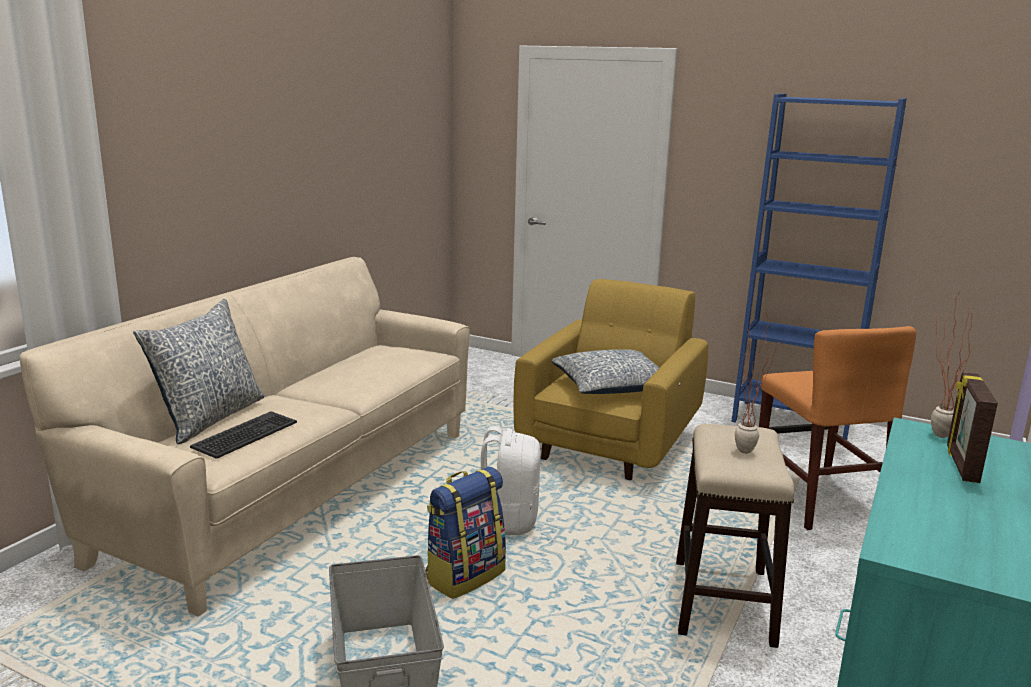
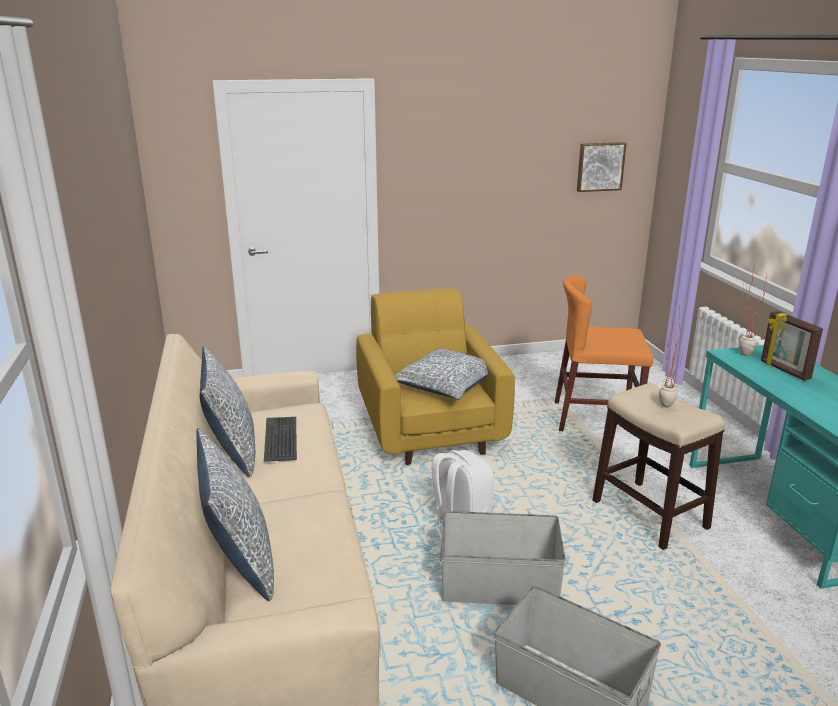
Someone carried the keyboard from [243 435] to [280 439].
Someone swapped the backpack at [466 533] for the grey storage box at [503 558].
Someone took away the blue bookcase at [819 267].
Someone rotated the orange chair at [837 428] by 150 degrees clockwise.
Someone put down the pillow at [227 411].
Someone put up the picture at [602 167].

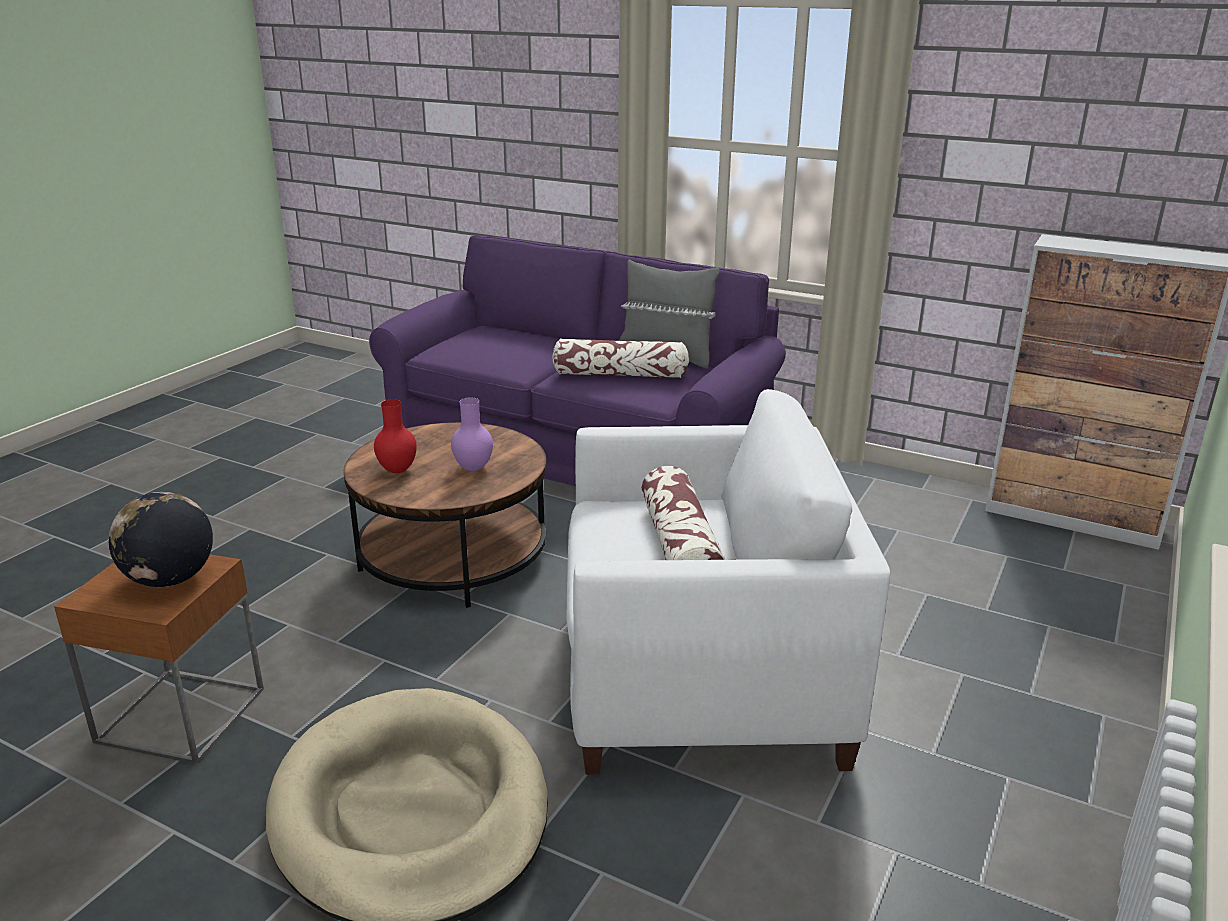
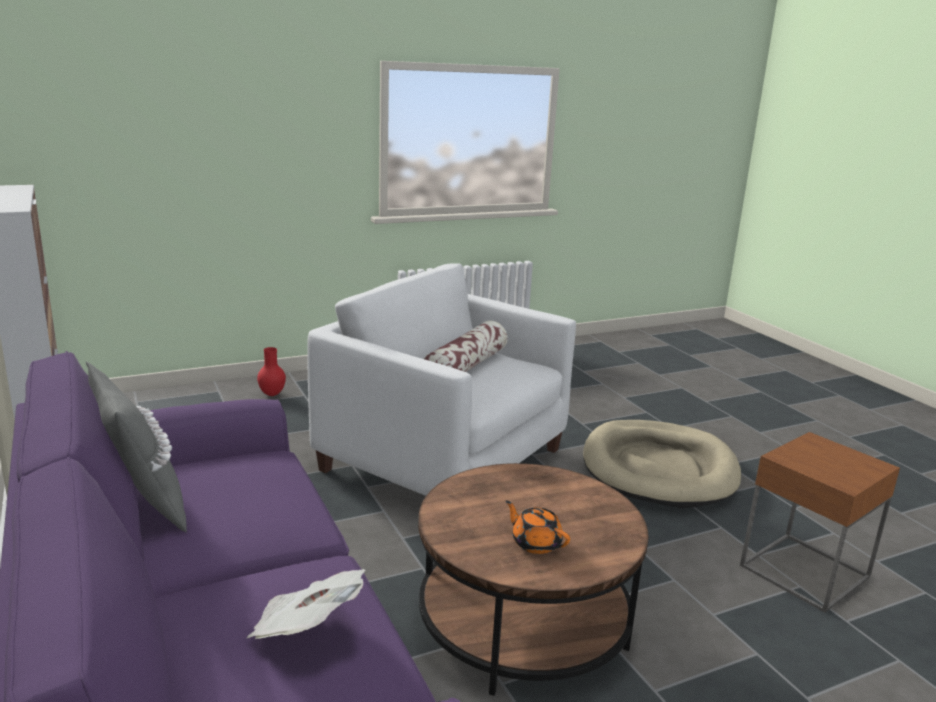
Someone took away the globe at [161 539].
Someone carried the red vase from [395 436] to [271 371].
Someone took away the purple vase at [472 434].
Someone took away the pillow at [620 358].
Someone put down the newspaper at [306 604].
Someone put down the orange teapot at [537 527].

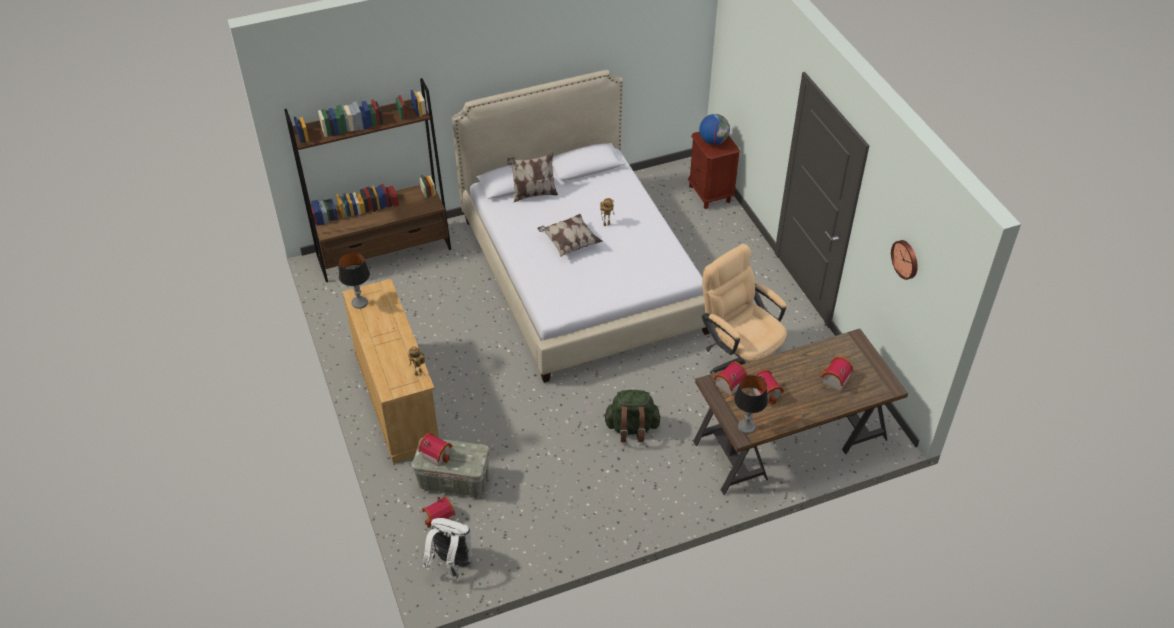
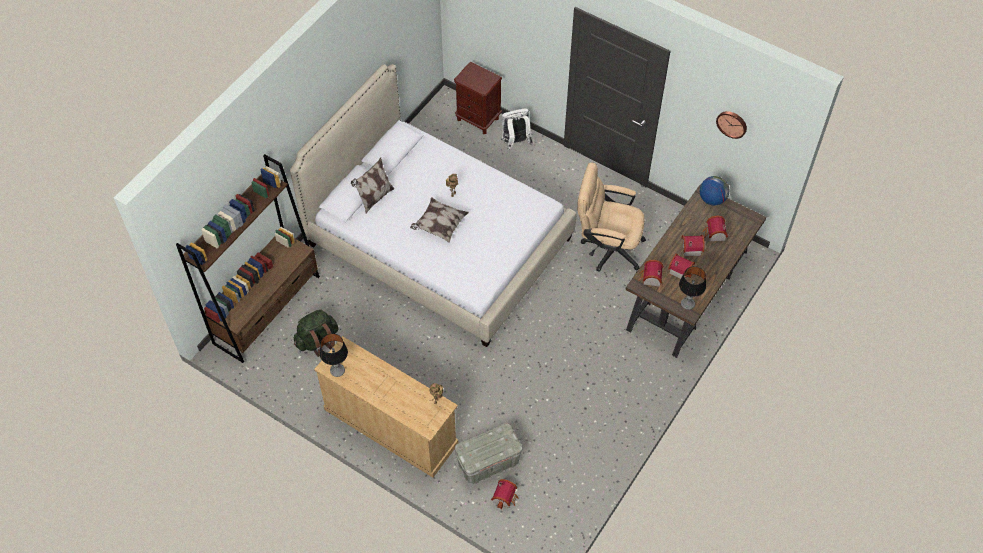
Someone carried the toy house from [435 449] to [693 246].
Someone carried the white backpack from [447 549] to [517 129].
Someone carried the green backpack from [632 416] to [316 333].
Someone carried the globe from [714 129] to [715 191].

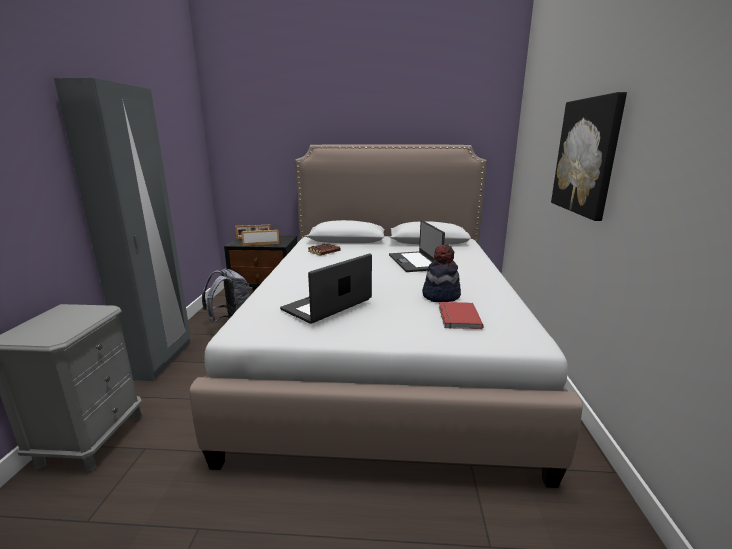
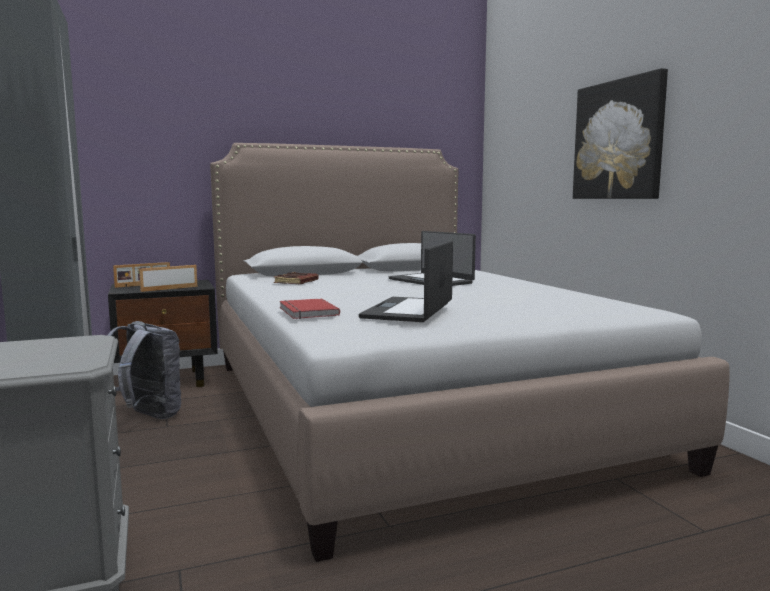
Someone took away the hat at [441 273].
Someone carried the red book from [461 315] to [309 308].

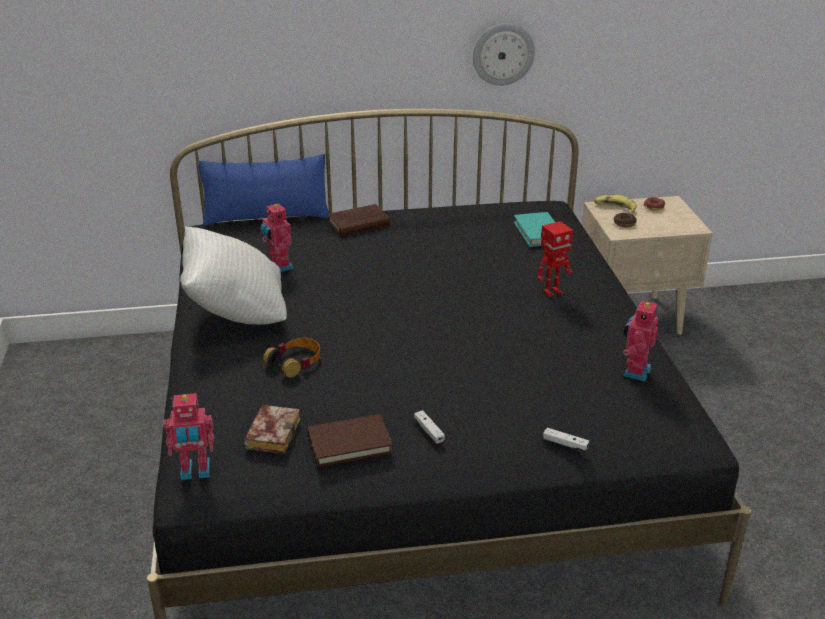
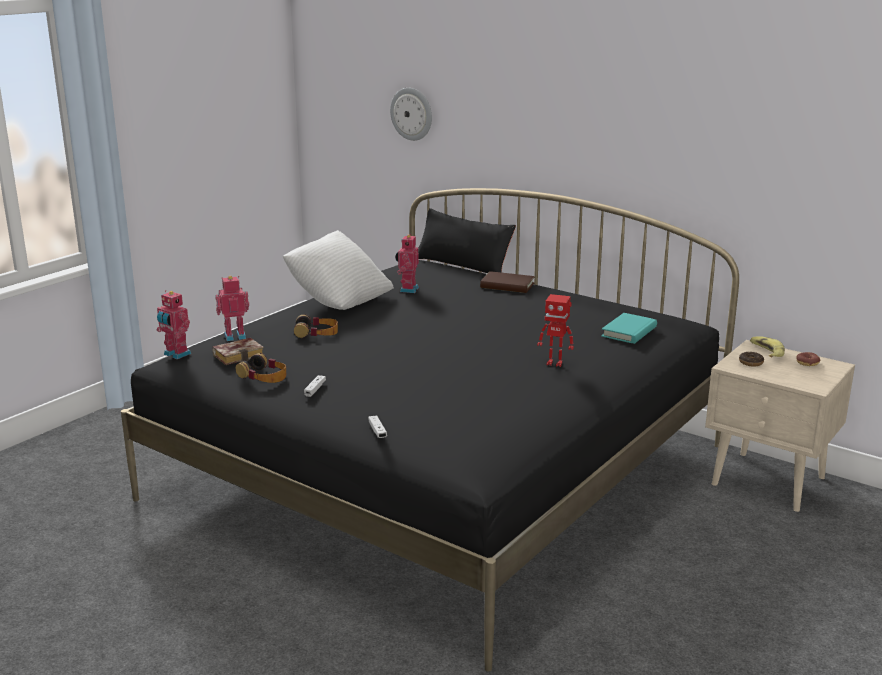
Someone repainted the blue pillow at [264 190], which became the black pillow at [467 240].
Someone swapped the brown book at [350 440] for the headphones at [261 368].
Someone carried the wall clock from [504 54] to [411 114].
Someone carried the toy robot from [641 340] to [232 308].

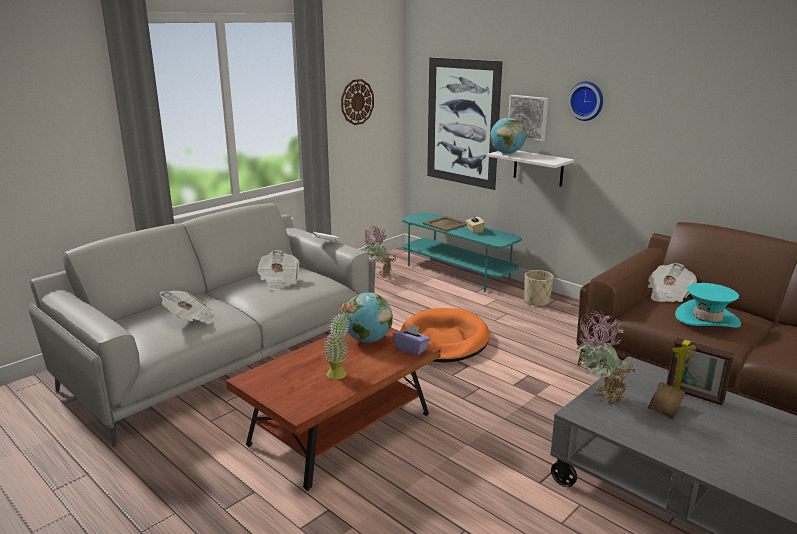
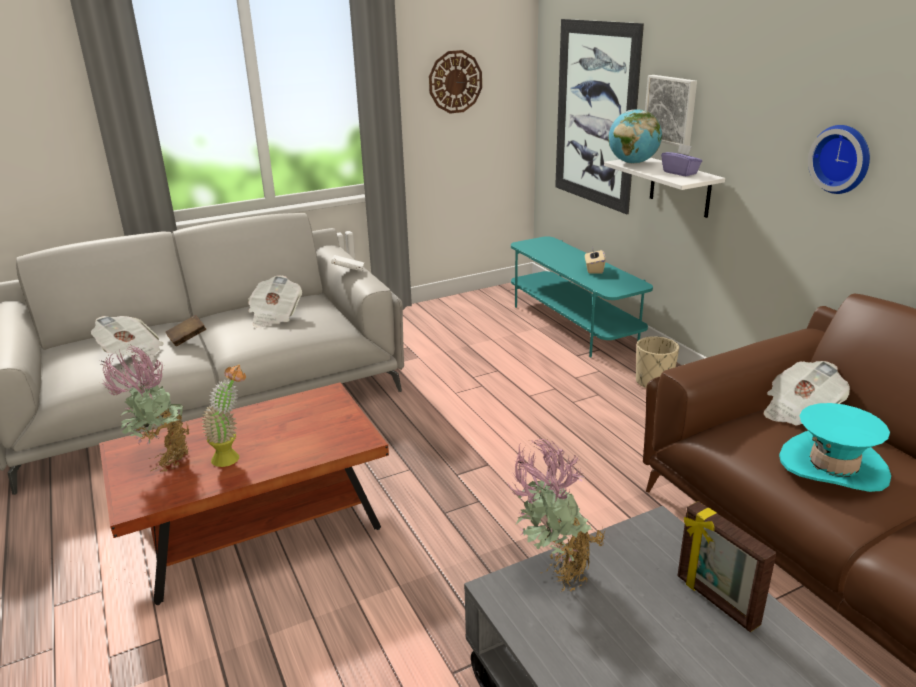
Someone took away the globe at [368 317].
Someone carried the potted plant from [379 251] to [144 408].
Someone carried the purple tissue box from [411 339] to [681 160].
Someone took away the orange dog bed at [445 335].
Someone took away the beige tray at [444 224].
Someone carried the wall clock from [585 101] to [839 159].
Someone carried the brown book from [666 400] to [185 330].

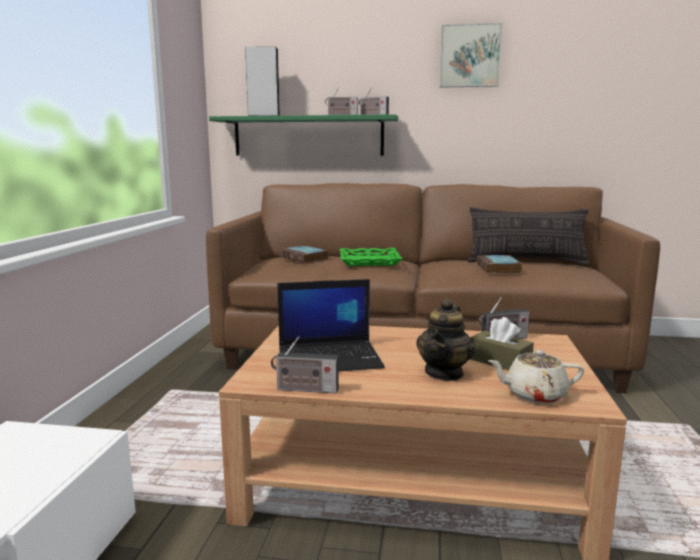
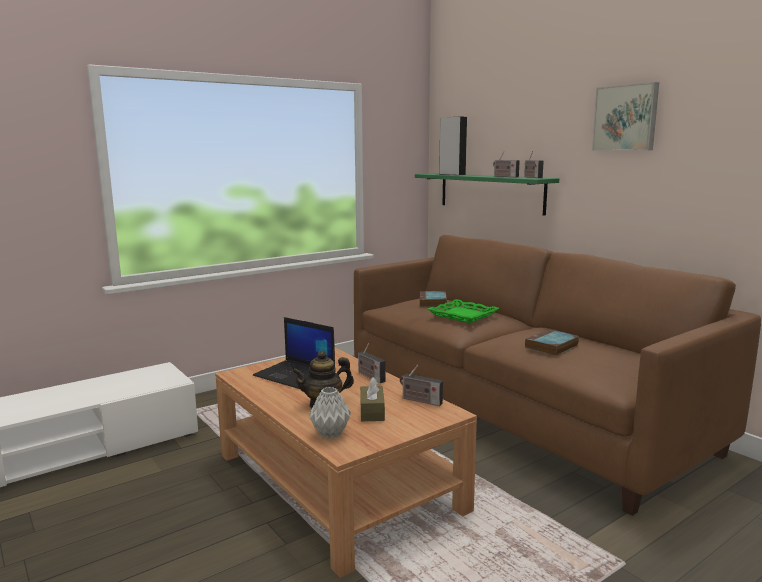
Someone carried the radio from [305 365] to [371 363].
Someone took away the pillow at [529 236].
Someone swapped the beige teapot at [536 377] for the grey vase at [330 413].

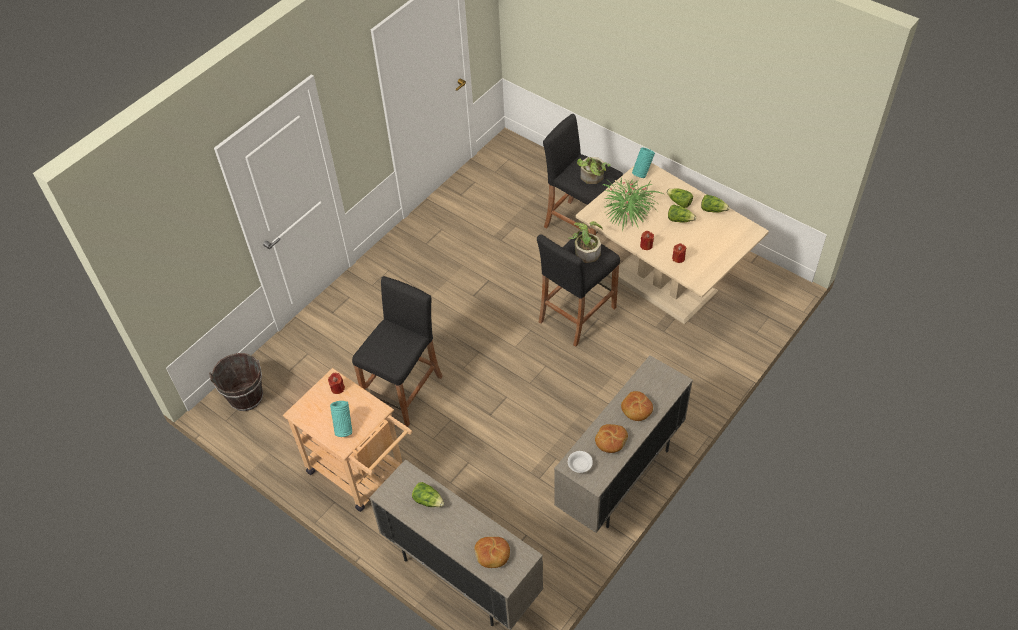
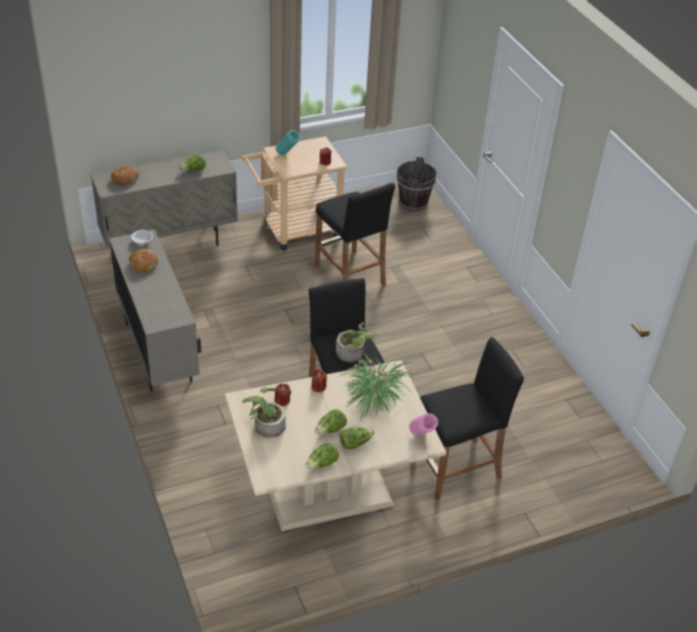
Someone carried the potted plant from [594 170] to [264 412].
Someone took away the bread at [637 406].
Someone repainted the turquoise vase at [643 162], which became the pink vase at [423 424].

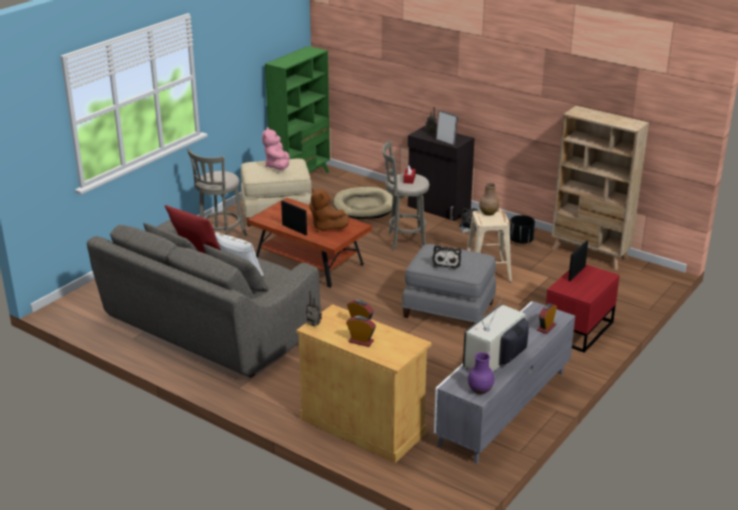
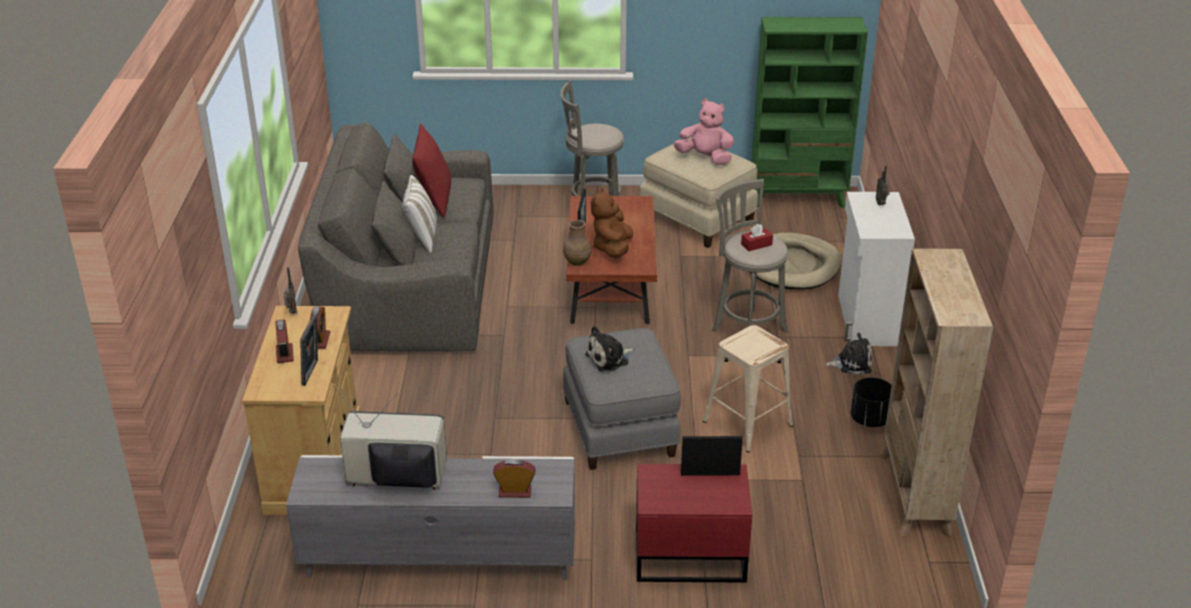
Someone rotated the pink plush toy at [276 148] by 60 degrees clockwise.
Someone repainted the black cabinet at [441 173], which became the white cabinet at [876 269].
Someone carried the picture frame from [447 128] to [309 350].
Someone took away the purple vase at [481 373].
Someone carried the brown vase from [489 199] to [577 243].

